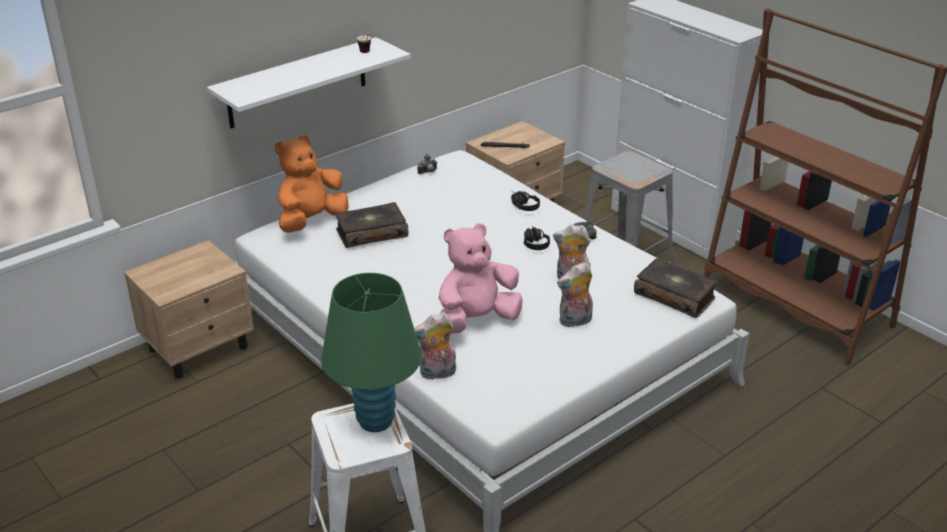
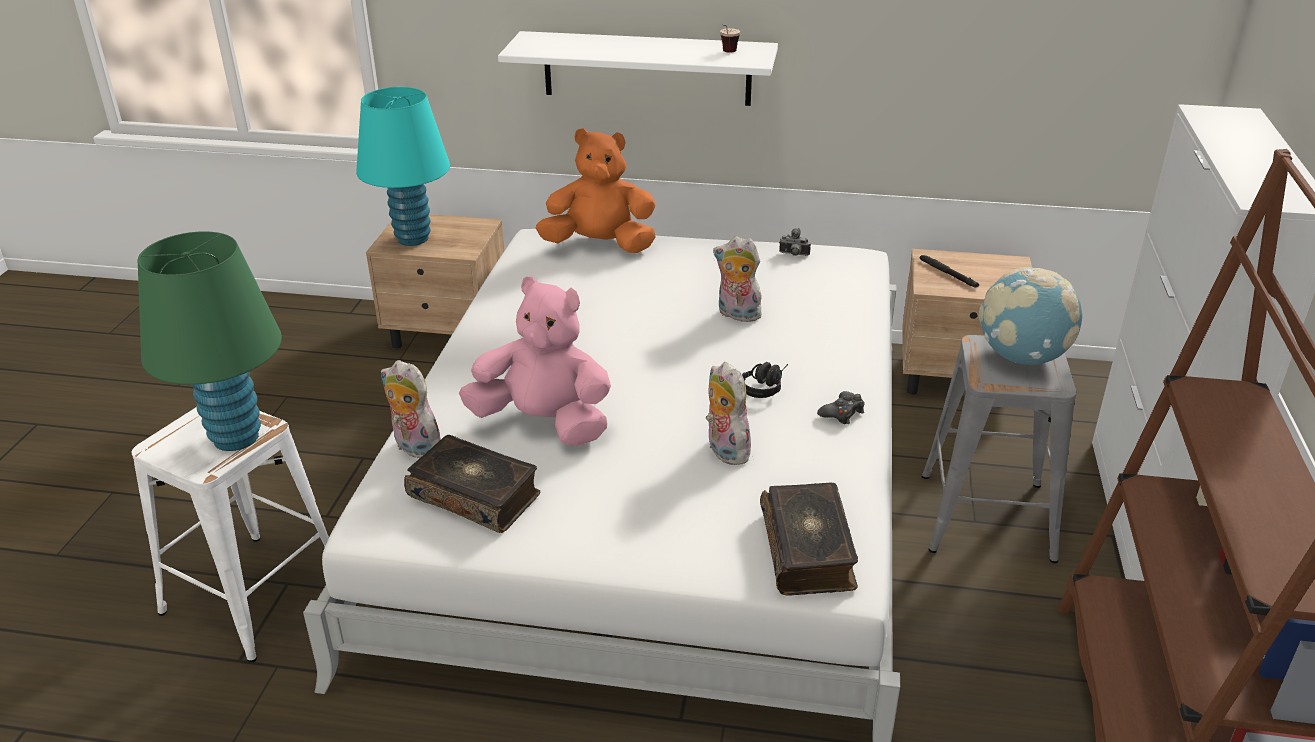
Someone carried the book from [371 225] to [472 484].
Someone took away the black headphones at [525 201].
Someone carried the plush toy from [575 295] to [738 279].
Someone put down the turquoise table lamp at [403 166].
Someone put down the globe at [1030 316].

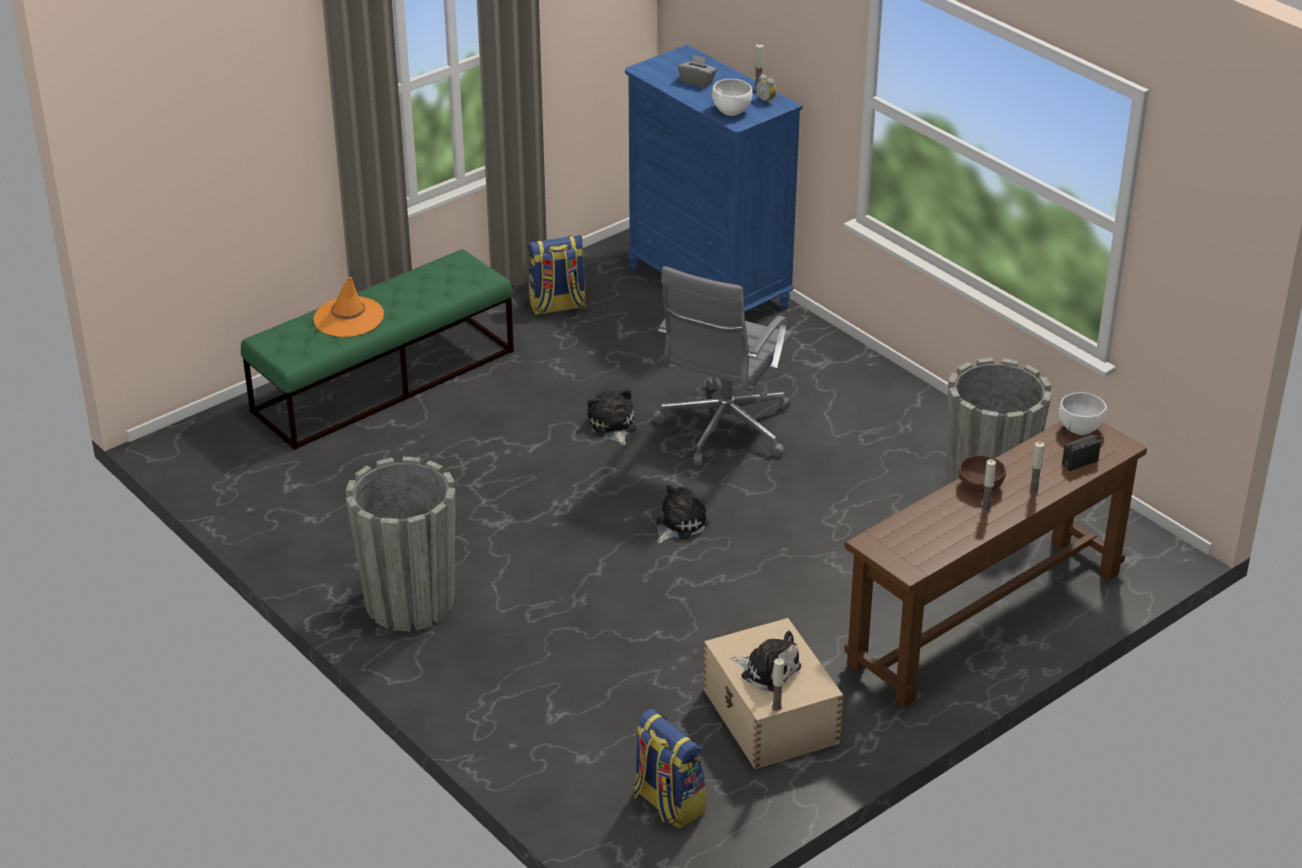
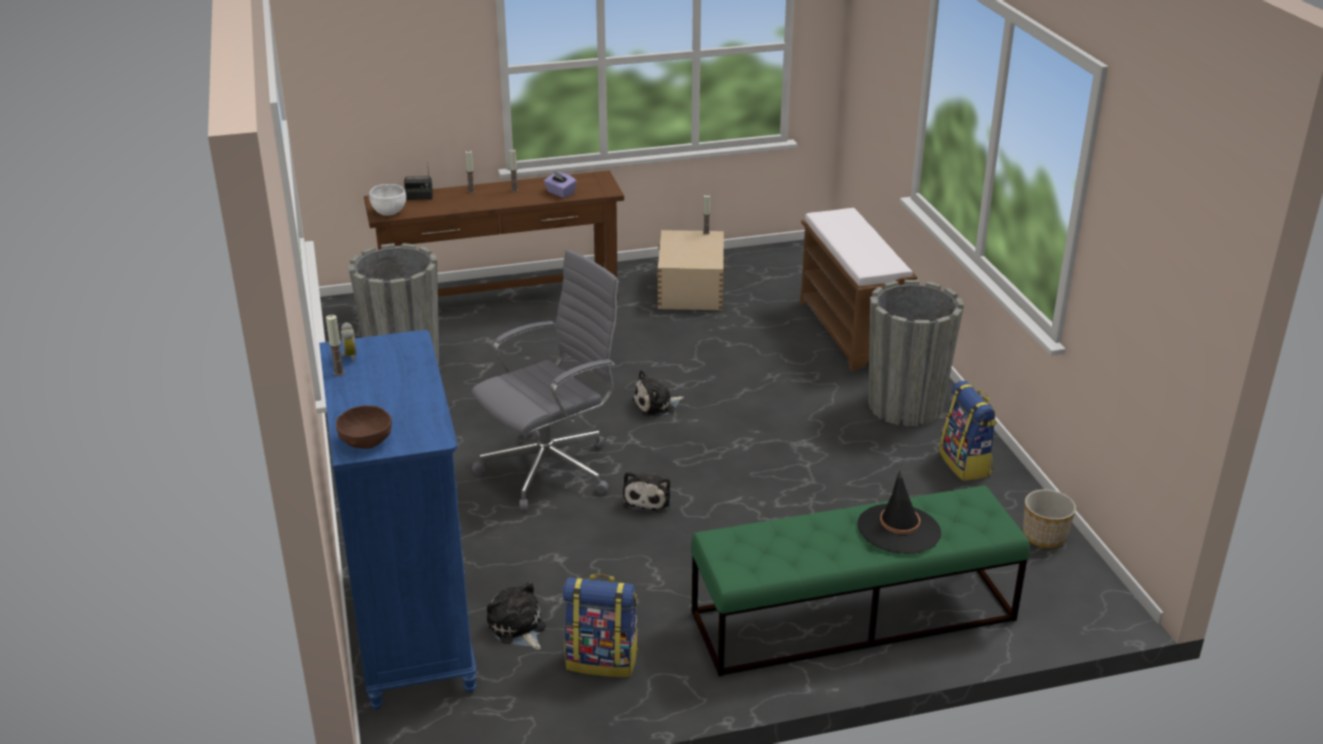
Someone repainted the orange hat at [348 307], which became the black hat at [899 512].
Someone carried the backpack from [669 769] to [968 431].
Someone took away the grey tissue box at [697 71].
Someone took away the white bowl at [732 97].
Someone carried the plush toy from [766 661] to [516 616].
Someone carried the brown bowl from [982 474] to [364 427].
Someone put down the purple tissue box at [560 184].
Someone put down the brown bench at [858 290].
Someone put down the planter at [1049 519].

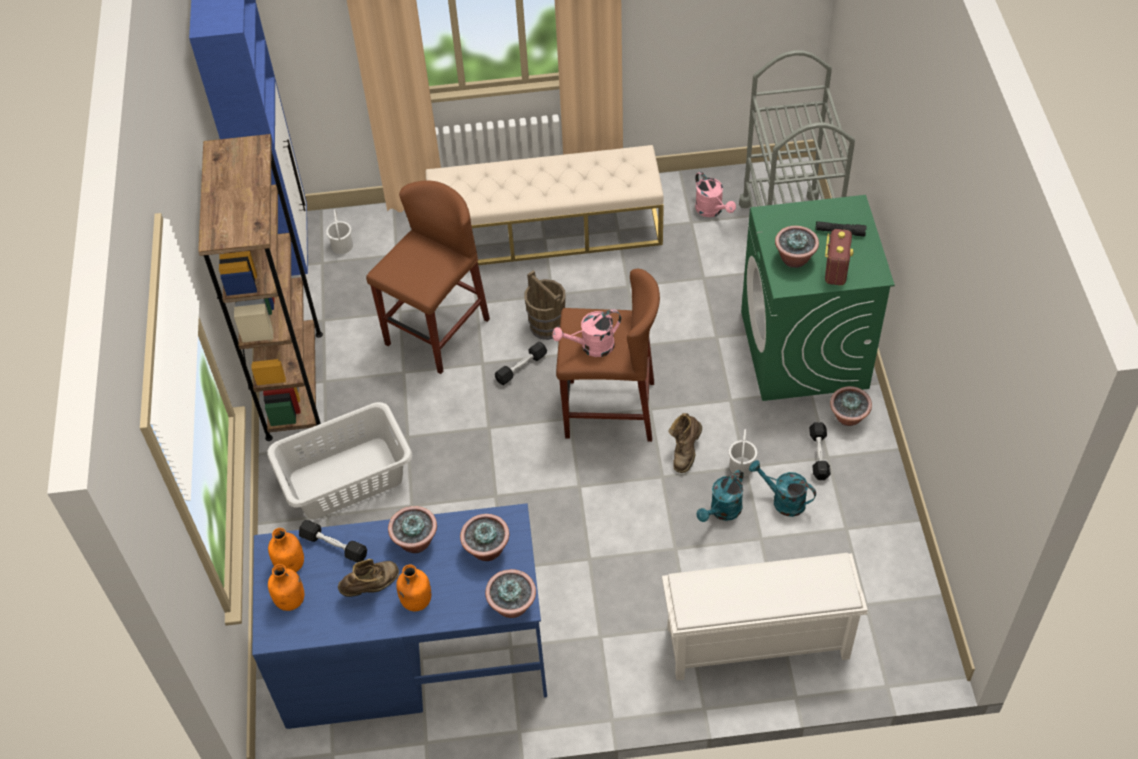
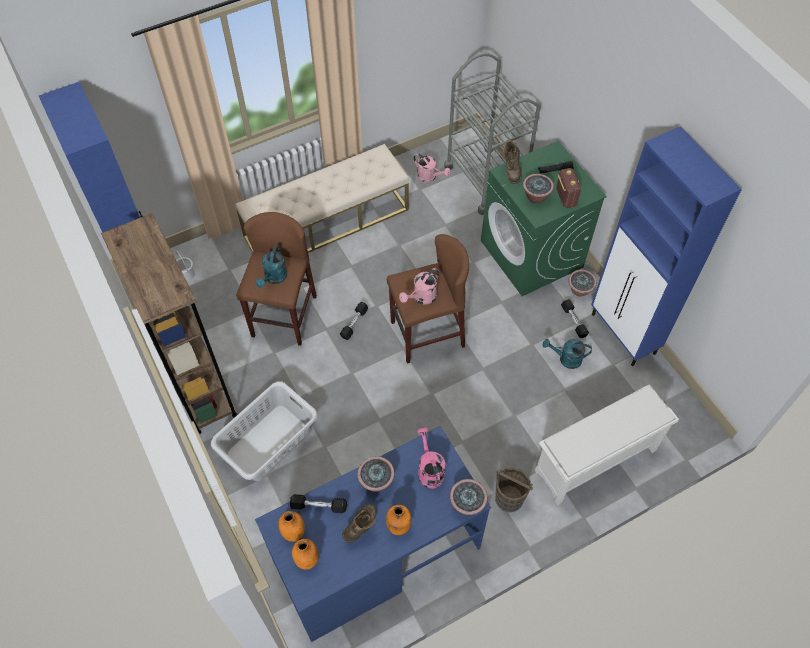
Someone swapped the potted plant at [484 537] for the pink watering can at [431 458].
Someone carried the brown bucket from [545 305] to [514 490].
Someone carried the brown boot from [685 443] to [512 161].
Someone carried the turquoise watering can from [720 496] to [271 266].
Someone took away the white bucket at [743 453].
Someone put down the blue cabinet at [666 246].

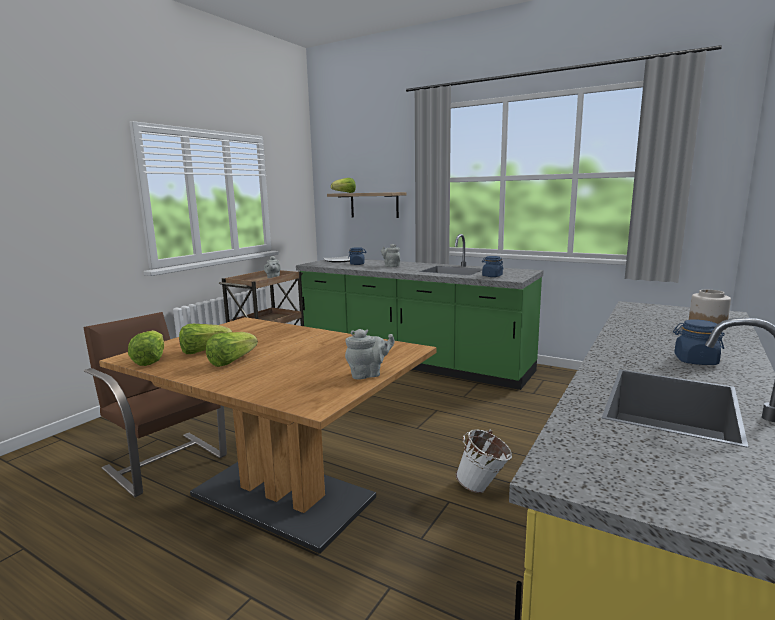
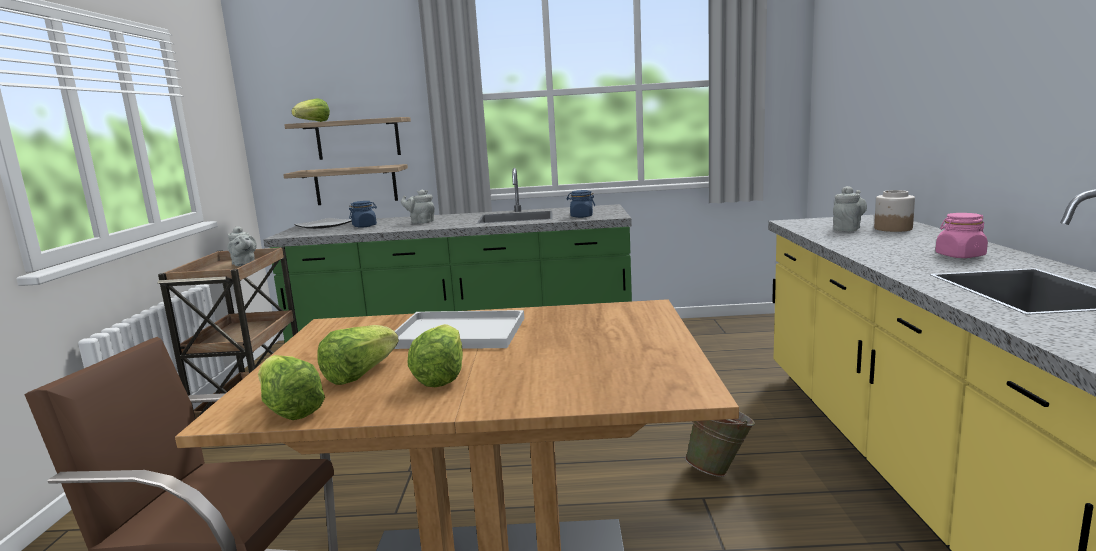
Someone carried the grey teapot from [370 354] to [850 208].
Someone repainted the white bucket at [484 461], which became the green bucket at [720 444].
Someone repainted the blue jar at [699 342], which became the pink jar at [961 235].
Someone put up the shelf at [345 184].
Someone put down the white tray at [459 329].

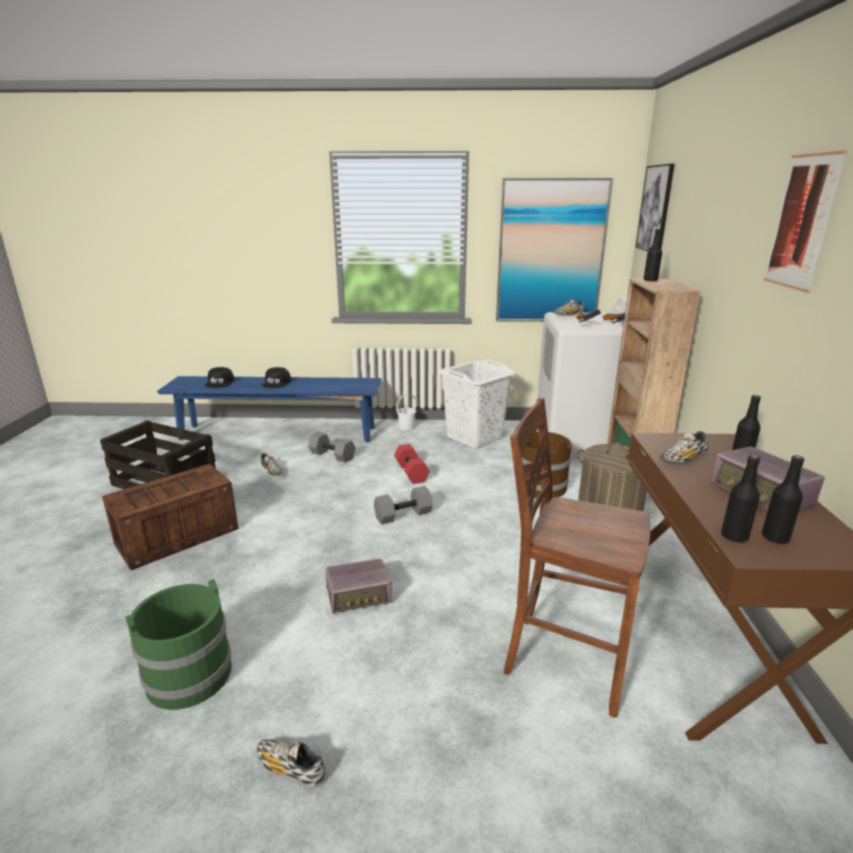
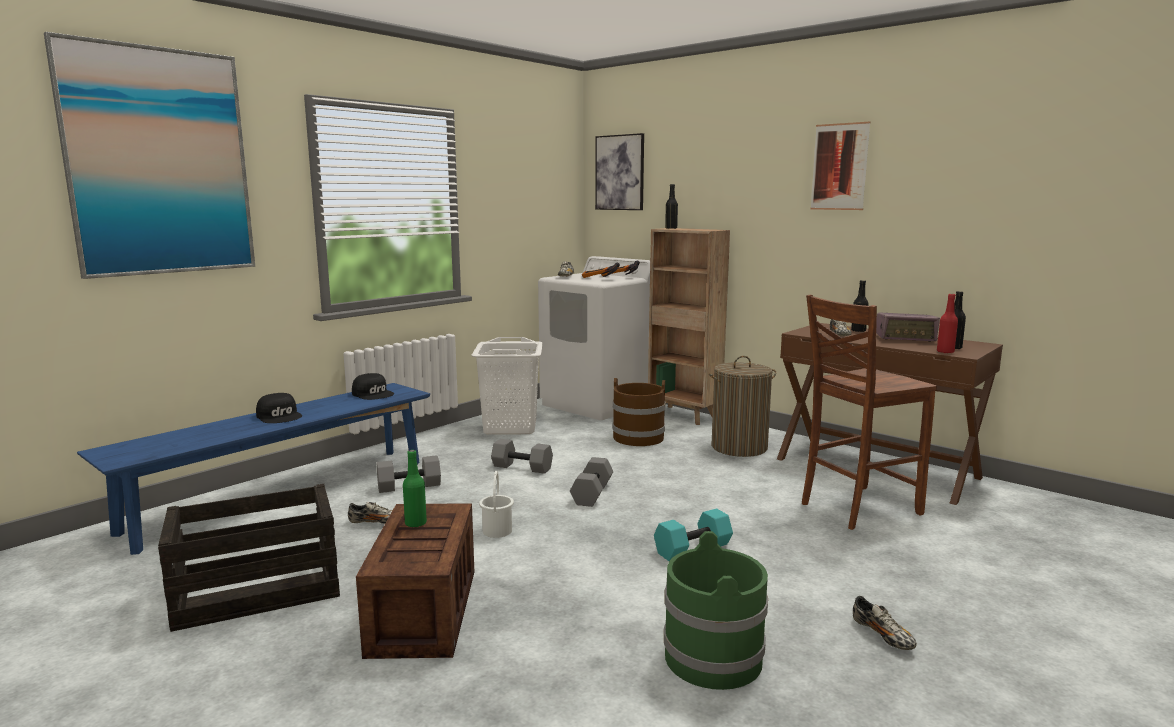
Someone carried the black cap from [219 377] to [373 386].
Someone rotated the shoe at [290 763] by 90 degrees counterclockwise.
Someone swapped the radio at [359 586] for the turquoise dumbbell at [693 534].
Someone repainted the red dumbbell at [412 464], which became the grey dumbbell at [522 456].
Someone carried the white bucket from [406 412] to [496 504].
Someone carried the picture from [554 250] to [149 155].
Someone repainted the black bottle at [740 499], which became the red bottle at [947 323].
Someone put down the green bottle at [415 488].

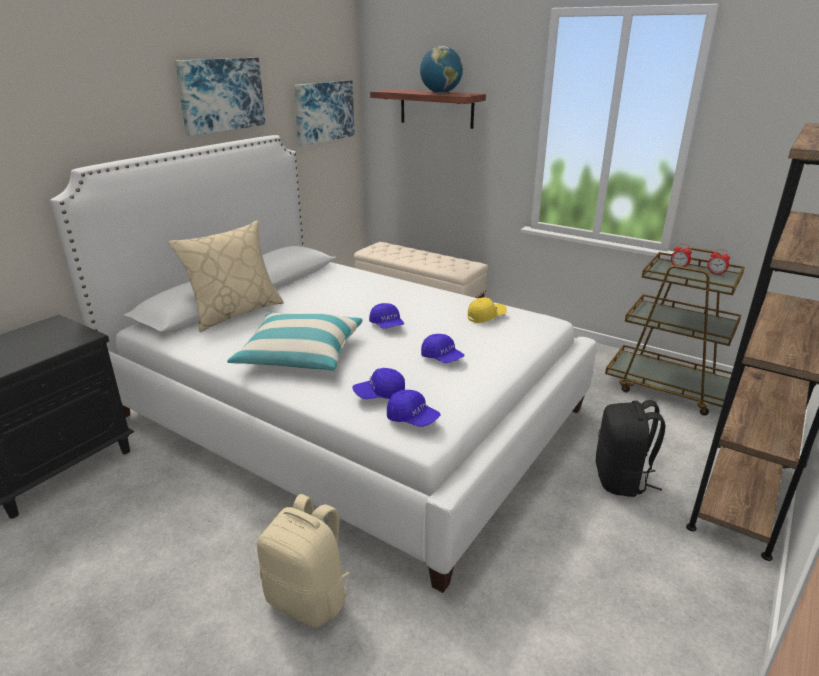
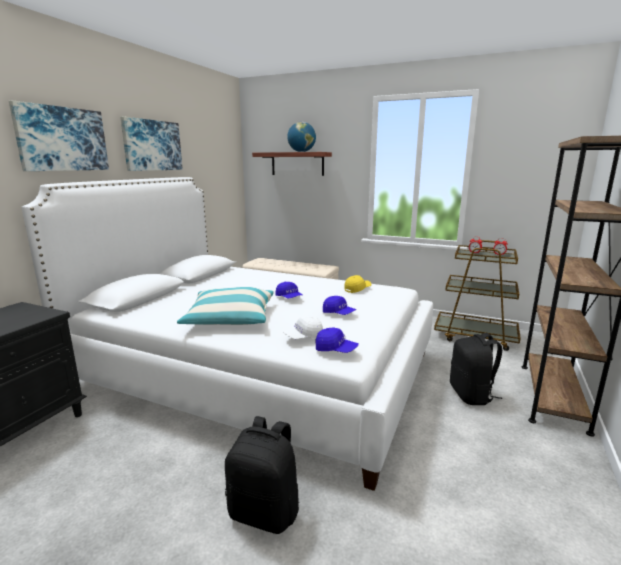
Someone took away the beige pillow at [226 276].
Someone repainted the beige backpack at [303 561], which became the black backpack at [262 475].
Someone carried the picture from [324 113] to [59 135].
Someone repainted the blue cap at [378 383], which became the white cap at [303 327].

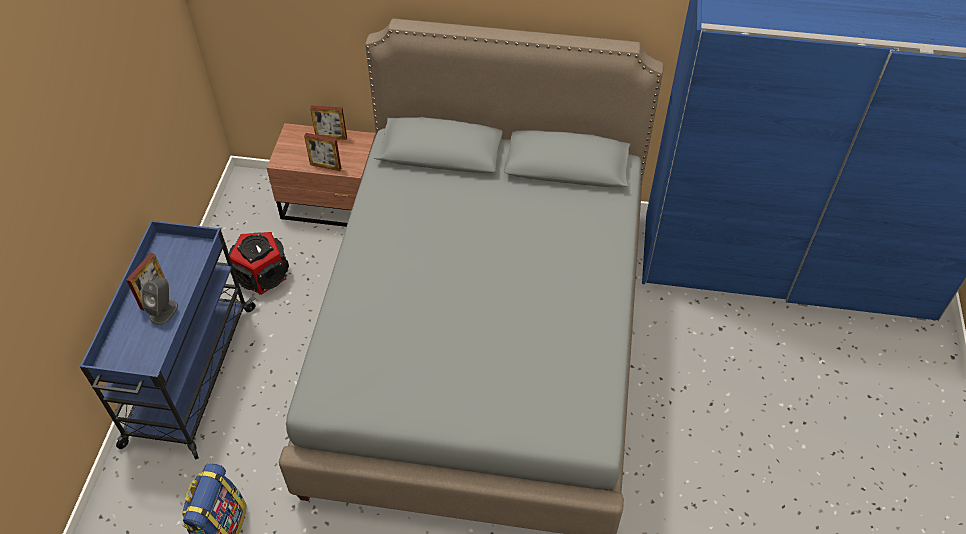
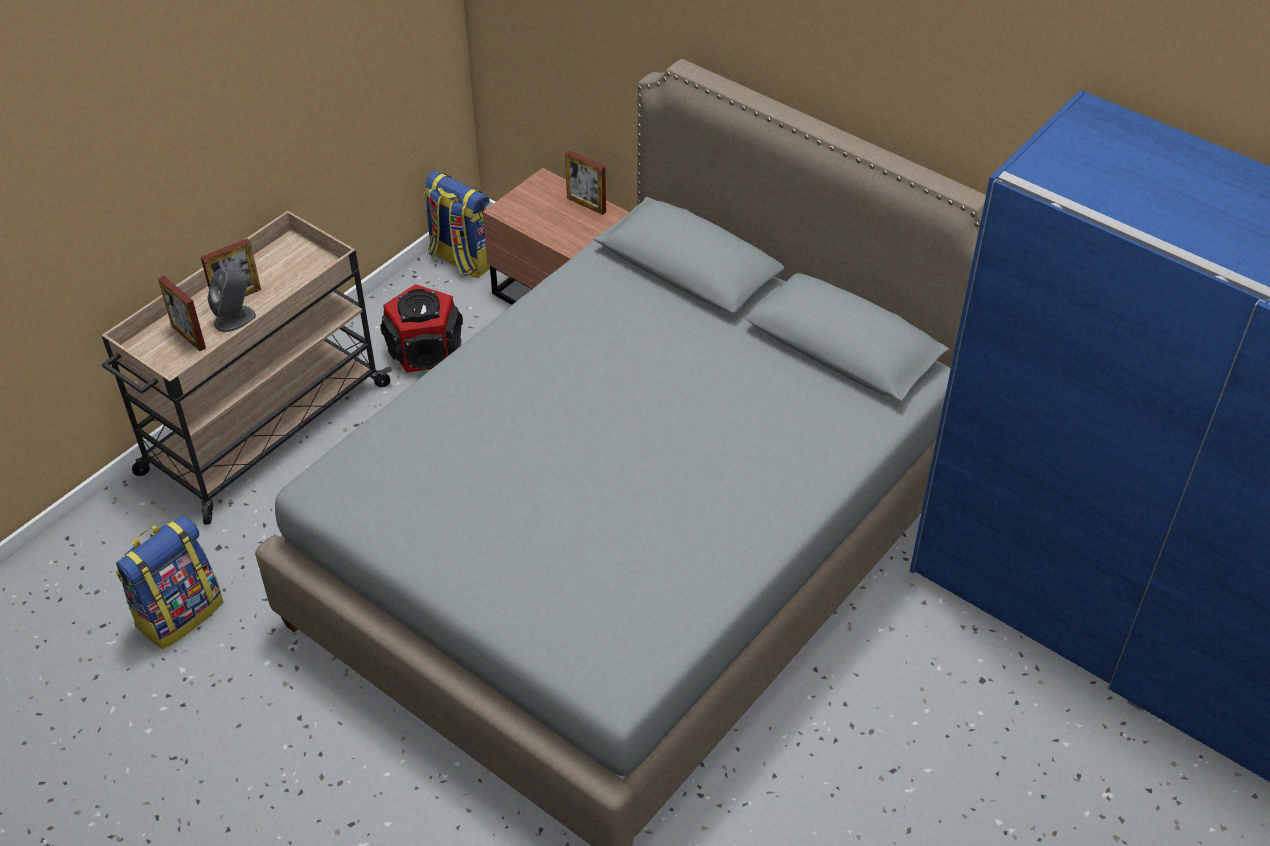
Someone repainted the blue cart at [168 340], which became the beige cart at [247 368].
Someone carried the picture frame from [322 152] to [182 313].
Someone put down the backpack at [457 224].

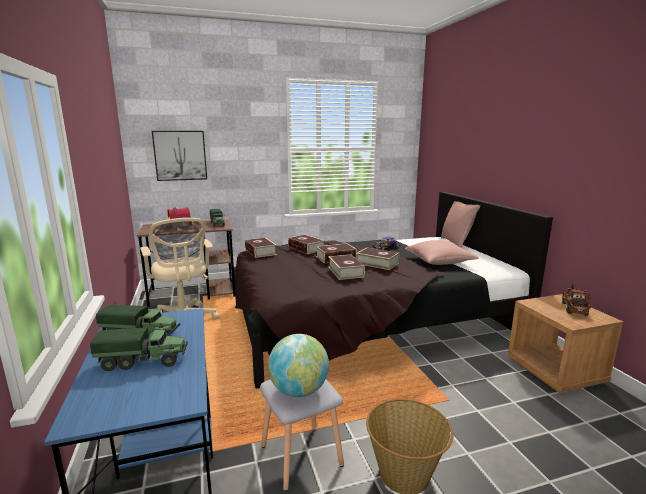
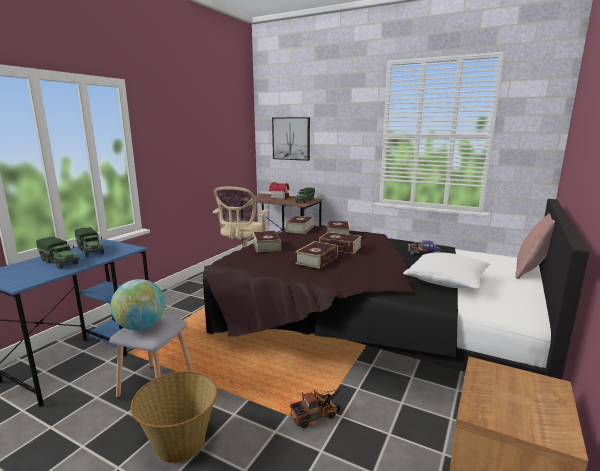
Someone carried the book from [378 258] to [267 241].
Someone repainted the pink pillow at [441 252], which became the white pillow at [446 270].
Someone carried the toy truck from [576 299] to [316 408].

